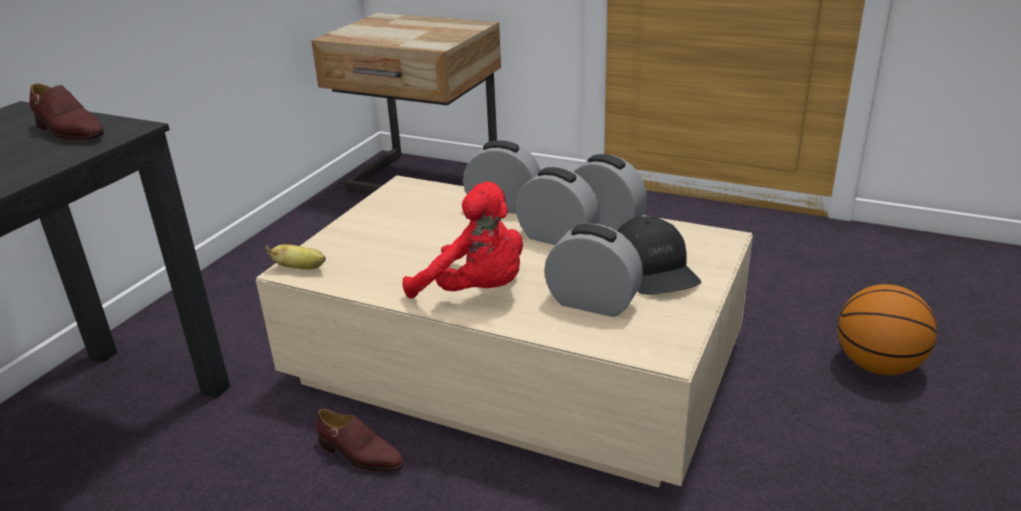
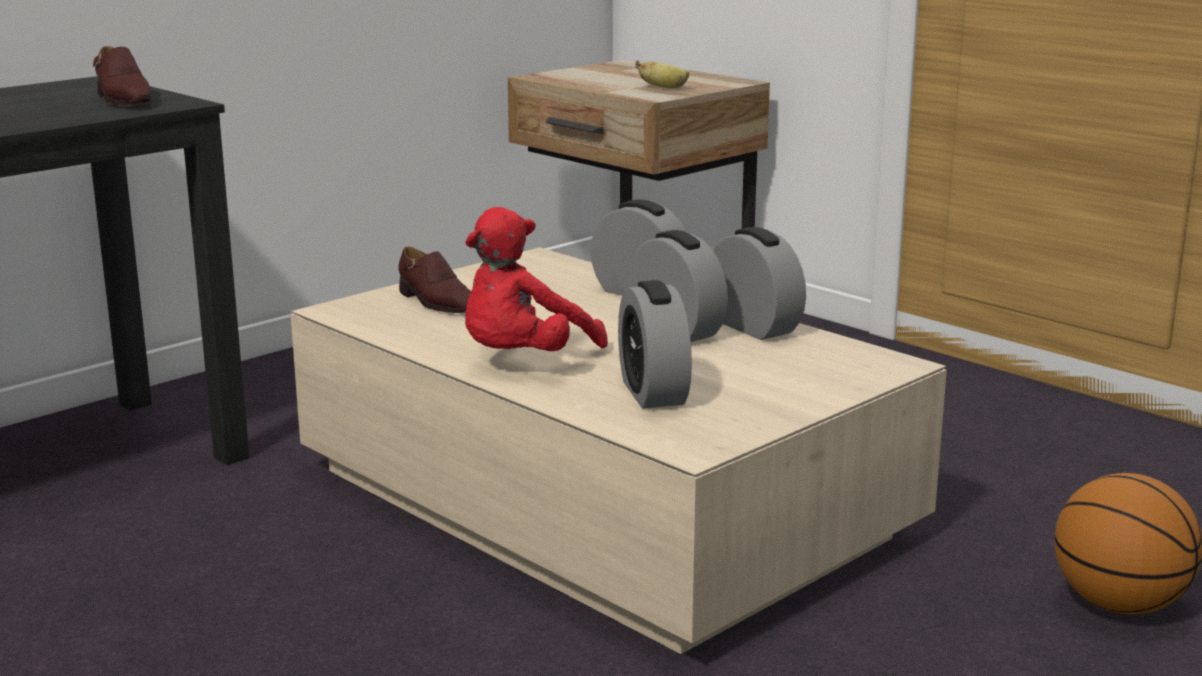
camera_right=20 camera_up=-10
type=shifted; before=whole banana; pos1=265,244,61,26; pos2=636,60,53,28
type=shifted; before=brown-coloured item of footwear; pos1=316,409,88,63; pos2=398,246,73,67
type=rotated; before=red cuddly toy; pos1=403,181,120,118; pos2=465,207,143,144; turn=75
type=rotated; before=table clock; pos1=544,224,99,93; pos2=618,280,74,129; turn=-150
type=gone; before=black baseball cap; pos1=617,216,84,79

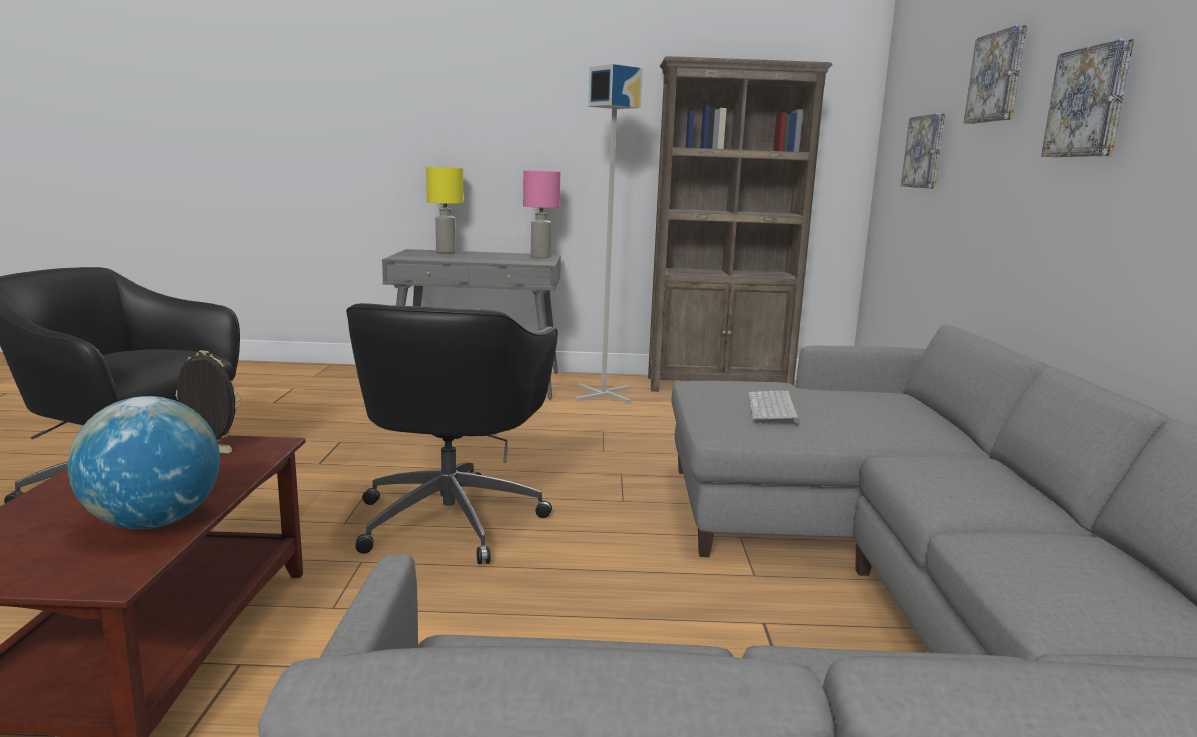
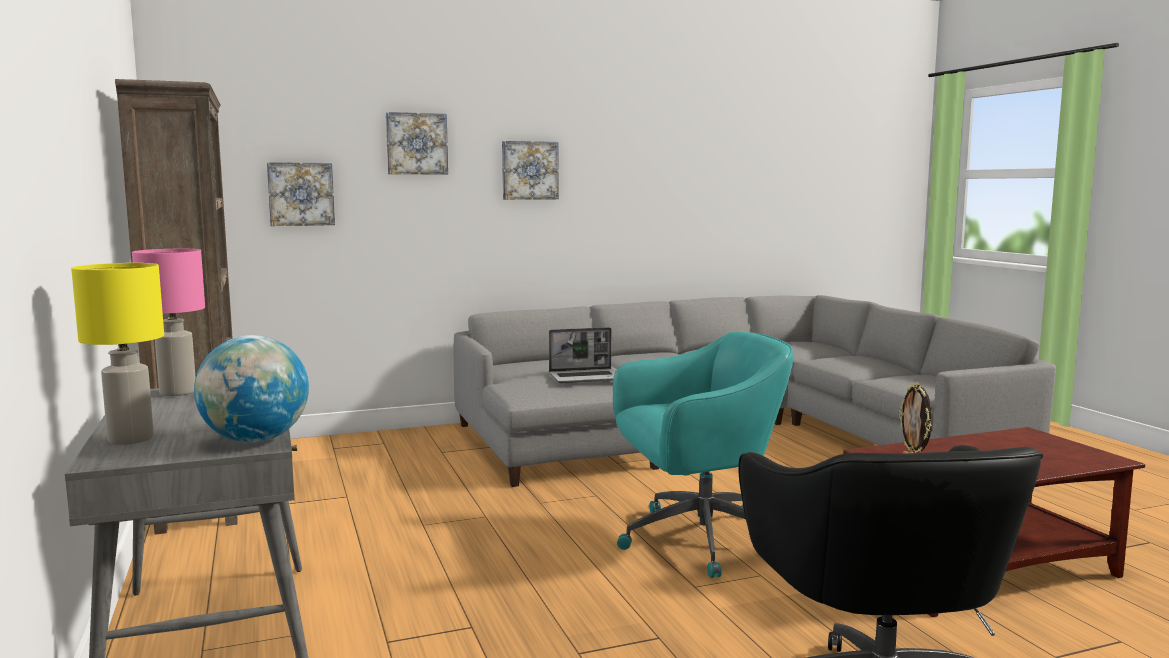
camera_right=-110 camera_up=-5
type=shifted; before=desk globe; pos1=68,396,152,133; pos2=194,335,115,108
type=repainted; before=black office chair; after=turquoise-coloured office chair; pos1=346,303,211,261; pos2=613,332,180,246
type=gone; before=greyish floor lamp; pos1=575,64,68,339
type=swapped; before=PC keyboard; after=notebook computer; pos1=748,391,52,32; pos2=549,327,66,56

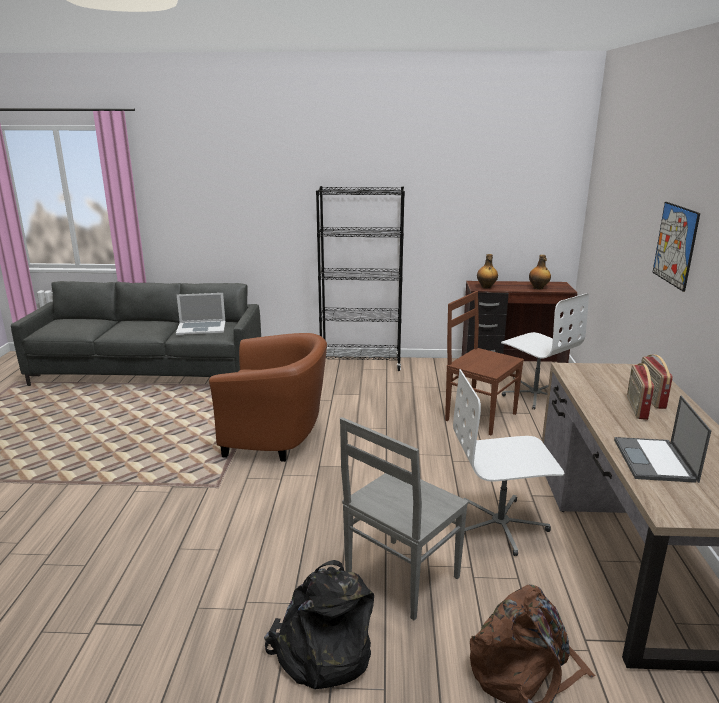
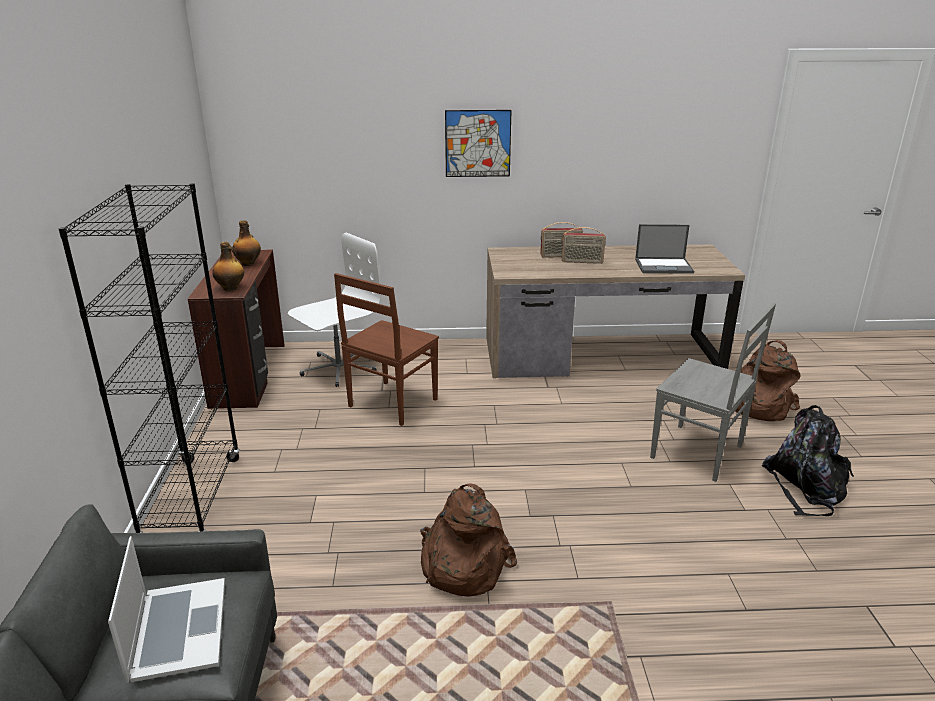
camera_right=-95 camera_up=5
type=swapped; before=brown-coloured lounge chair; after=brown-coloured rucksack; pos1=209,333,118,129; pos2=420,483,97,114
type=gone; before=white office chair; pos1=453,369,111,187

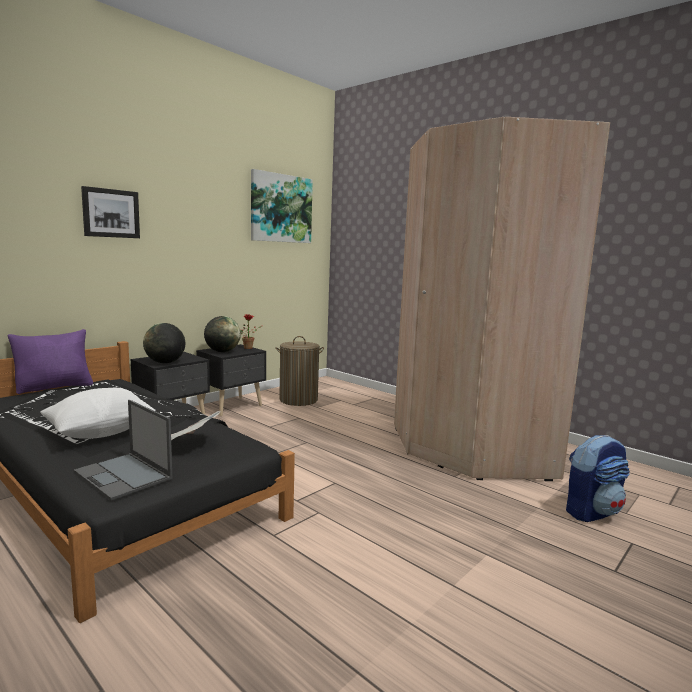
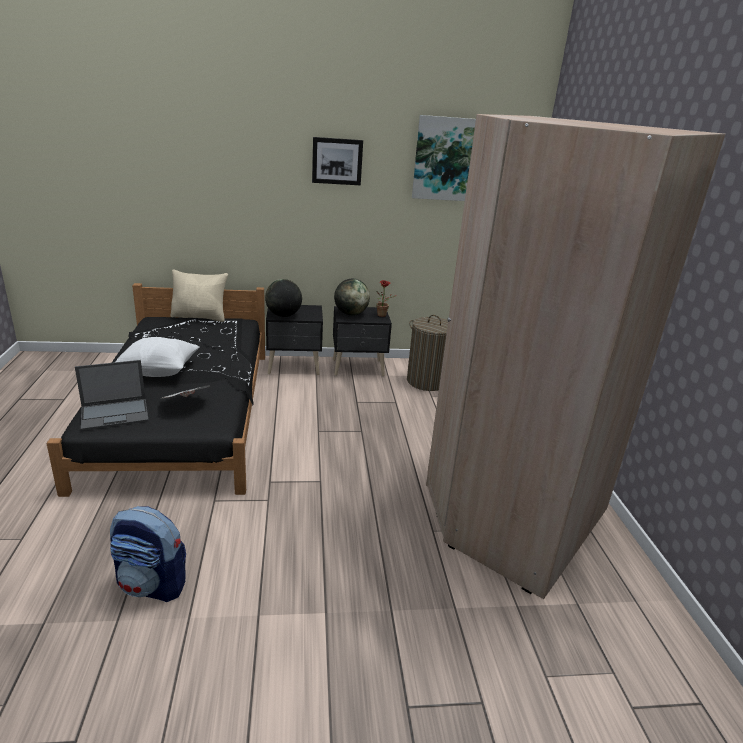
camera_right=40 camera_up=15
type=repainted; before=purple-coloured pillow; after=sand-coloured pillow; pos1=8,329,85,65; pos2=171,269,57,53
type=rotated; before=notebook computer; pos1=74,400,98,101; pos2=75,360,74,70; turn=-105
type=shifted; before=wall art; pos1=81,186,59,52; pos2=312,137,51,48
type=shifted; before=rucksack; pos1=566,435,64,87; pos2=110,506,76,96

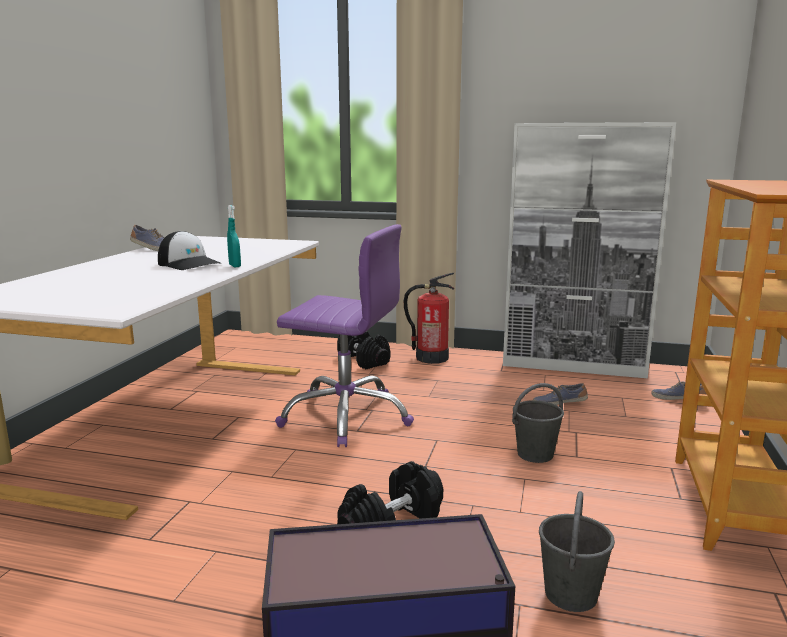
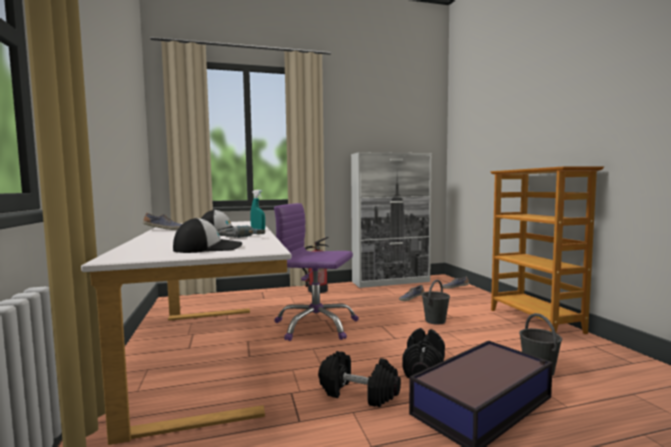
camera_right=-30 camera_up=-10
type=rotated; before=purple-coloured office chair; pos1=275,224,139,223; pos2=274,203,85,138; turn=-150
type=shifted; before=black dumbbell; pos1=337,331,54,38; pos2=318,351,83,56
type=new; after=baseball cap; pos2=173,218,69,35
type=new; after=drill; pos2=218,226,47,12

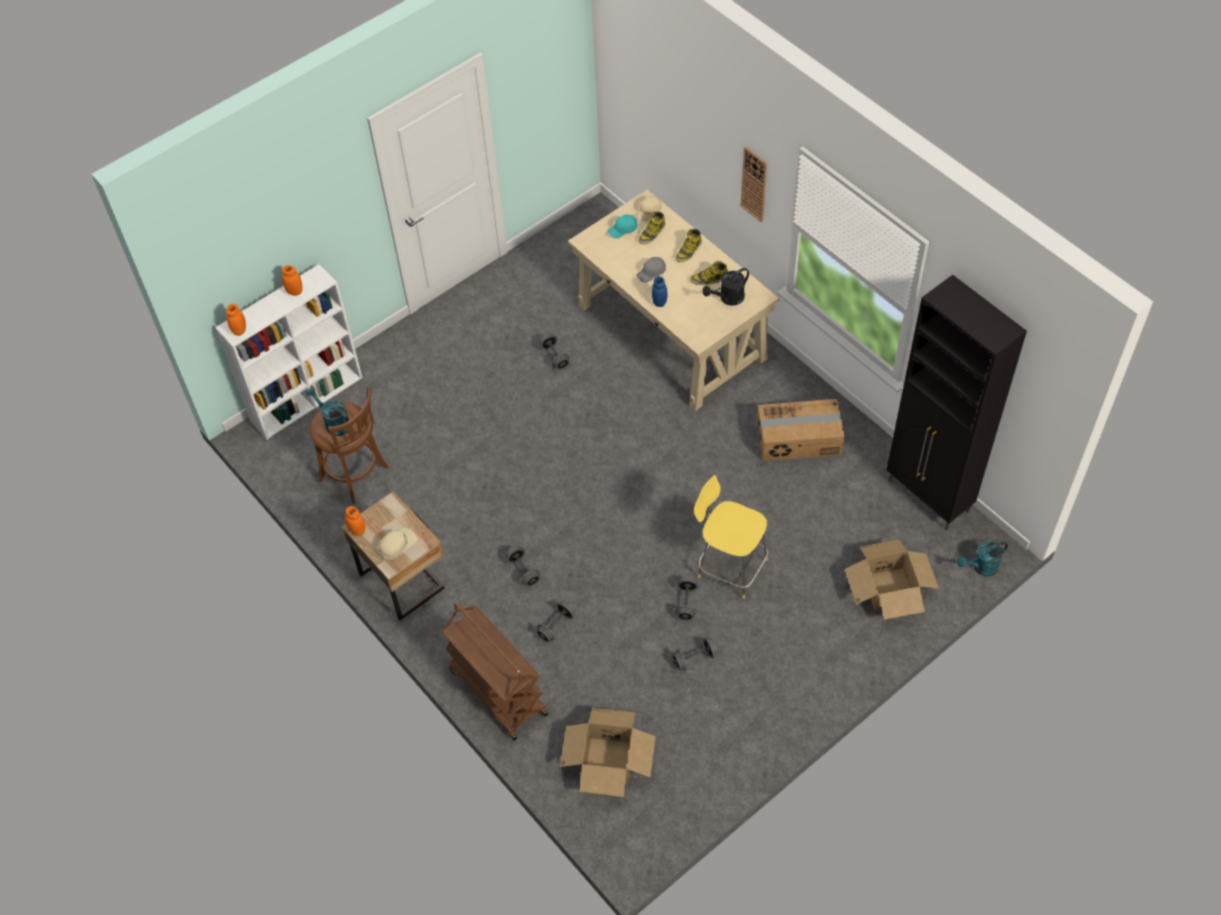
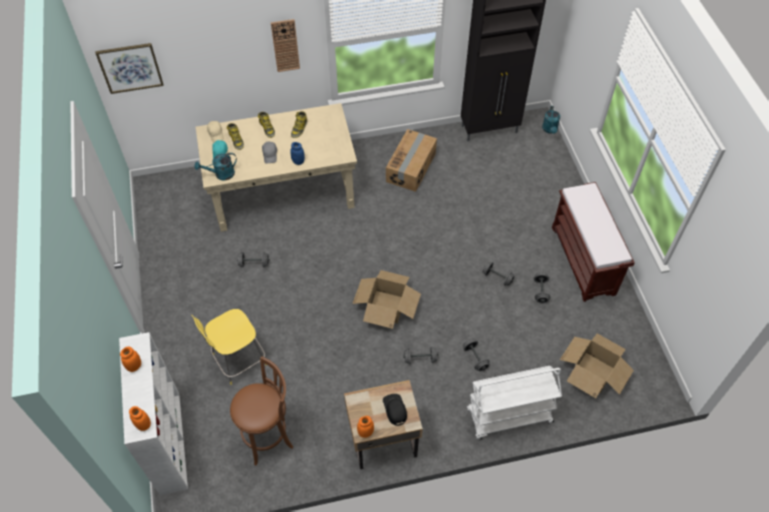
camera_right=-65 camera_up=0
type=shifted; before=turquoise-coloured sprinkling can; pos1=306,387,43,49; pos2=195,153,42,27
type=repainted; before=sand-coloured baseball cap; after=black baseball cap; pos1=379,528,39,32; pos2=383,394,24,32
type=repainted; before=brown-coloured cart; after=white cart; pos1=441,602,107,138; pos2=467,366,95,74
type=shifted; before=yellowish stool seat; pos1=694,475,74,124; pos2=192,309,75,76
type=gone; before=black sprinkling can; pos1=703,268,46,38
type=shifted; before=packing box; pos1=845,539,94,81; pos2=352,270,69,59
type=new; after=wall art; pos2=95,43,69,51
type=new; after=brown-coloured long seat; pos2=552,182,83,120

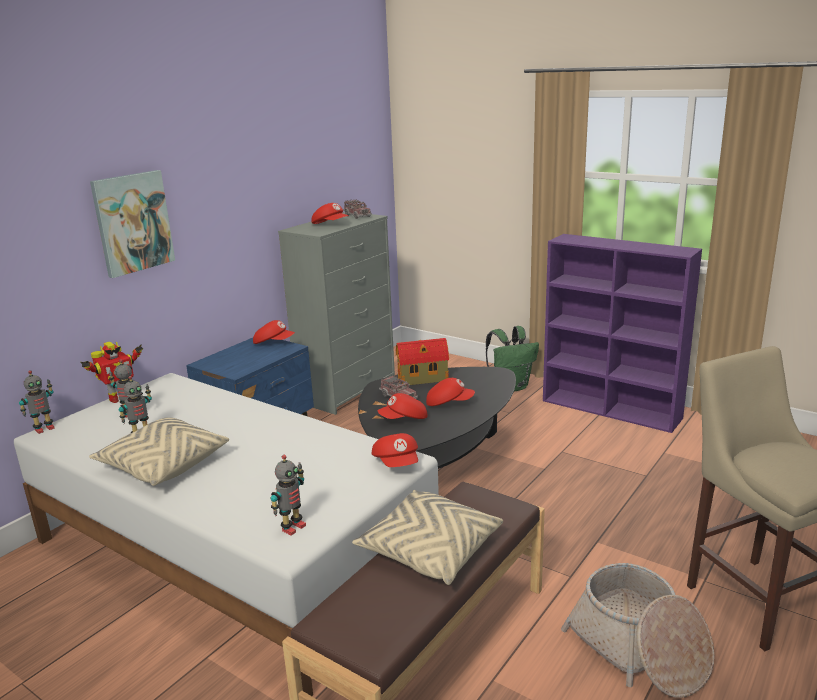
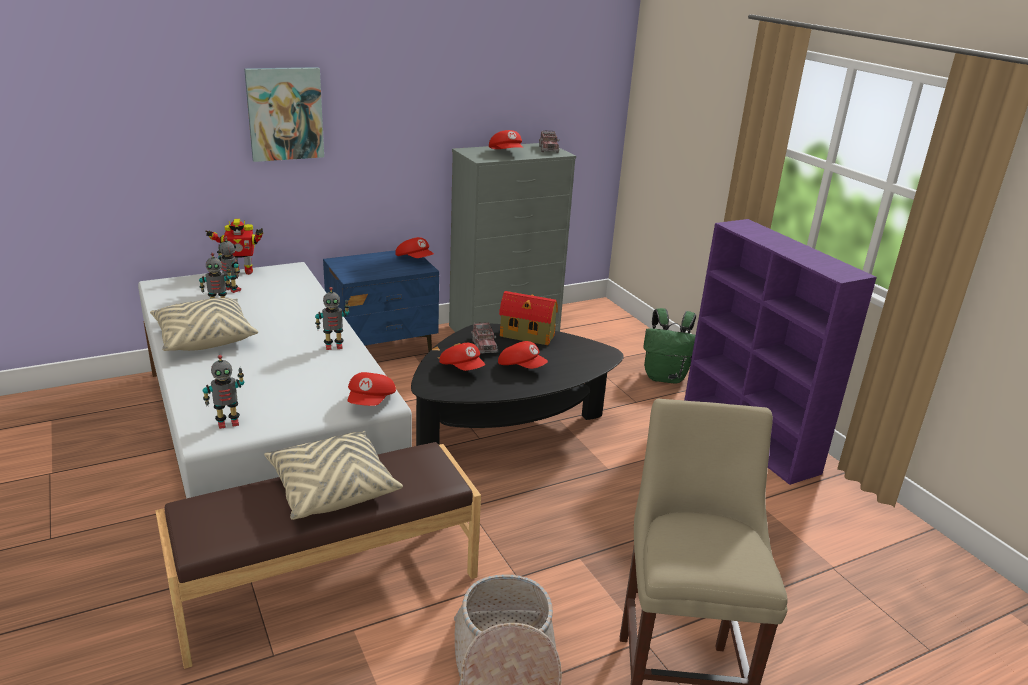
camera_right=25 camera_up=5
type=shifted; before=toy robot; pos1=19,370,36,64; pos2=315,287,34,63
type=rotated; before=red baseball cap; pos1=378,393,50,26; pos2=439,343,46,28; turn=-135

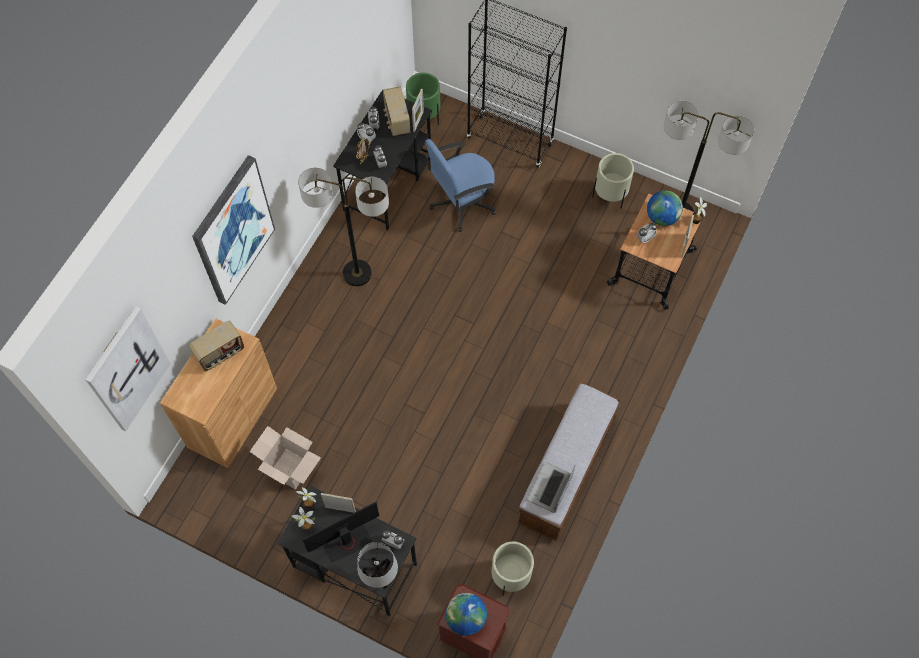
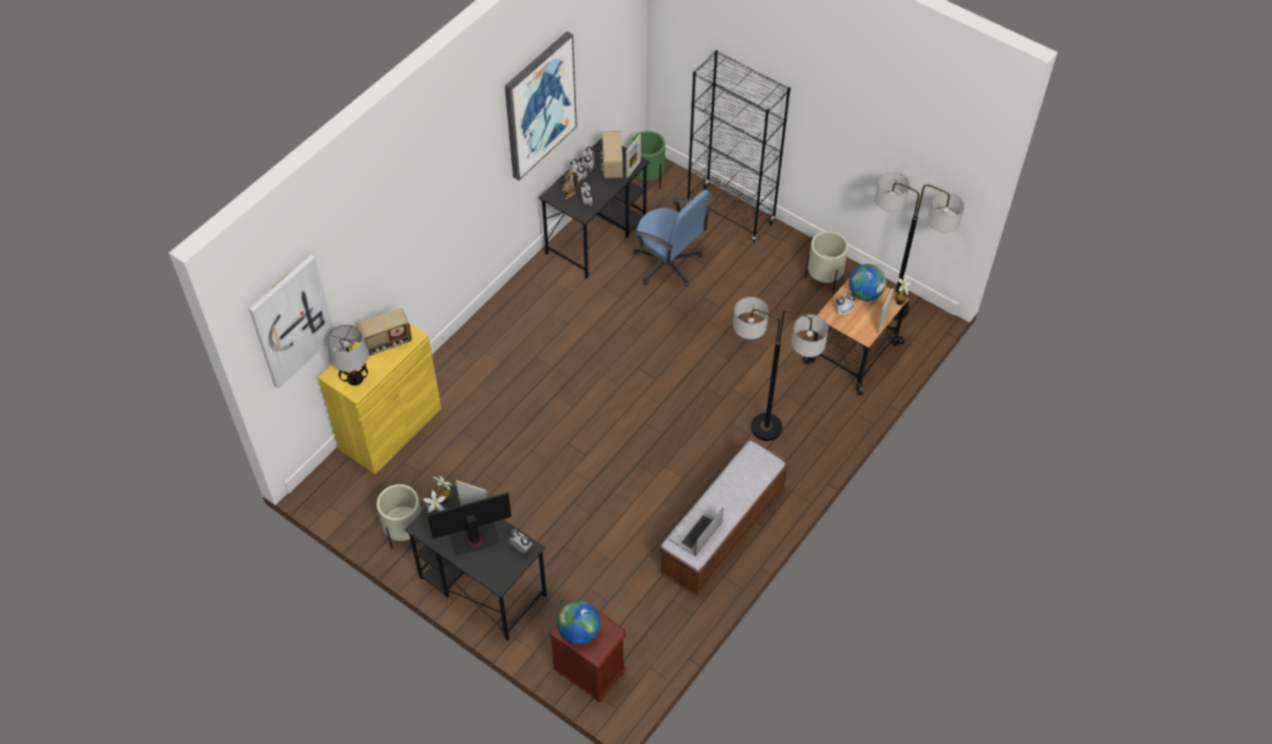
camera_right=10 camera_up=-10
type=repainted; before=brown-coloured storage cabinet; after=yellowish storage cabinet; pos1=160,318,117,150; pos2=318,323,123,151
type=shifted; before=wall art; pos1=192,155,83,150; pos2=505,31,72,149
type=gone; before=packing box; pos1=250,426,71,63
type=shifted; before=floor lamp; pos1=298,168,91,118; pos2=733,297,95,144
type=shifted; before=lamp for a table; pos1=357,542,41,47; pos2=327,325,42,61
type=rotated; before=blue-coloured office chair; pos1=425,139,71,93; pos2=633,190,77,97; turn=-120
type=shifted; before=sand-coloured plant pot; pos1=492,541,42,55; pos2=377,484,44,65

